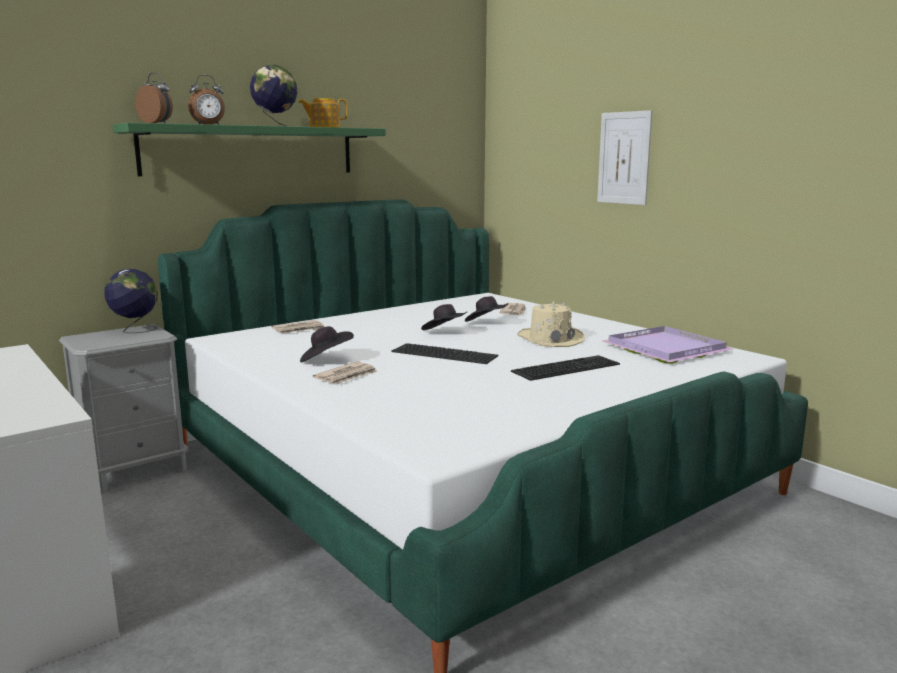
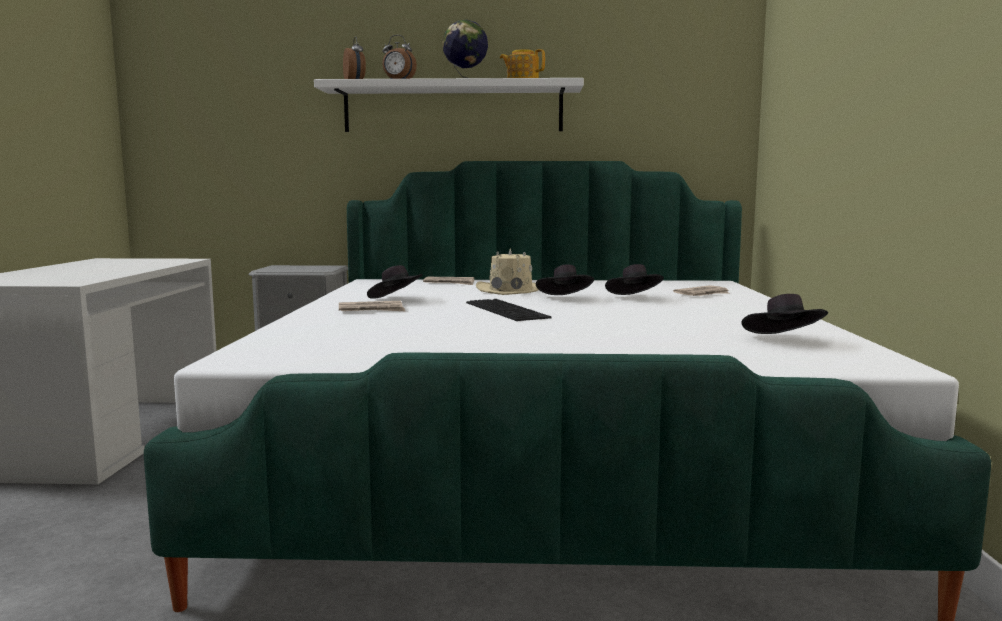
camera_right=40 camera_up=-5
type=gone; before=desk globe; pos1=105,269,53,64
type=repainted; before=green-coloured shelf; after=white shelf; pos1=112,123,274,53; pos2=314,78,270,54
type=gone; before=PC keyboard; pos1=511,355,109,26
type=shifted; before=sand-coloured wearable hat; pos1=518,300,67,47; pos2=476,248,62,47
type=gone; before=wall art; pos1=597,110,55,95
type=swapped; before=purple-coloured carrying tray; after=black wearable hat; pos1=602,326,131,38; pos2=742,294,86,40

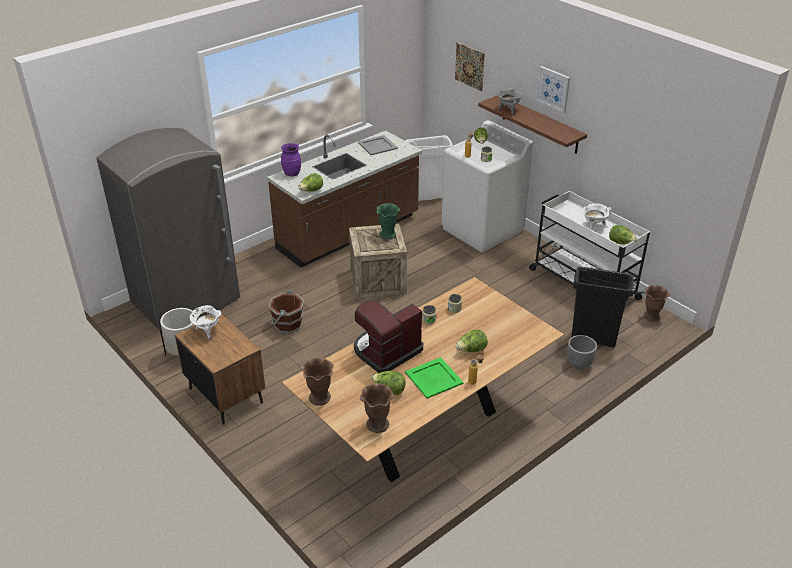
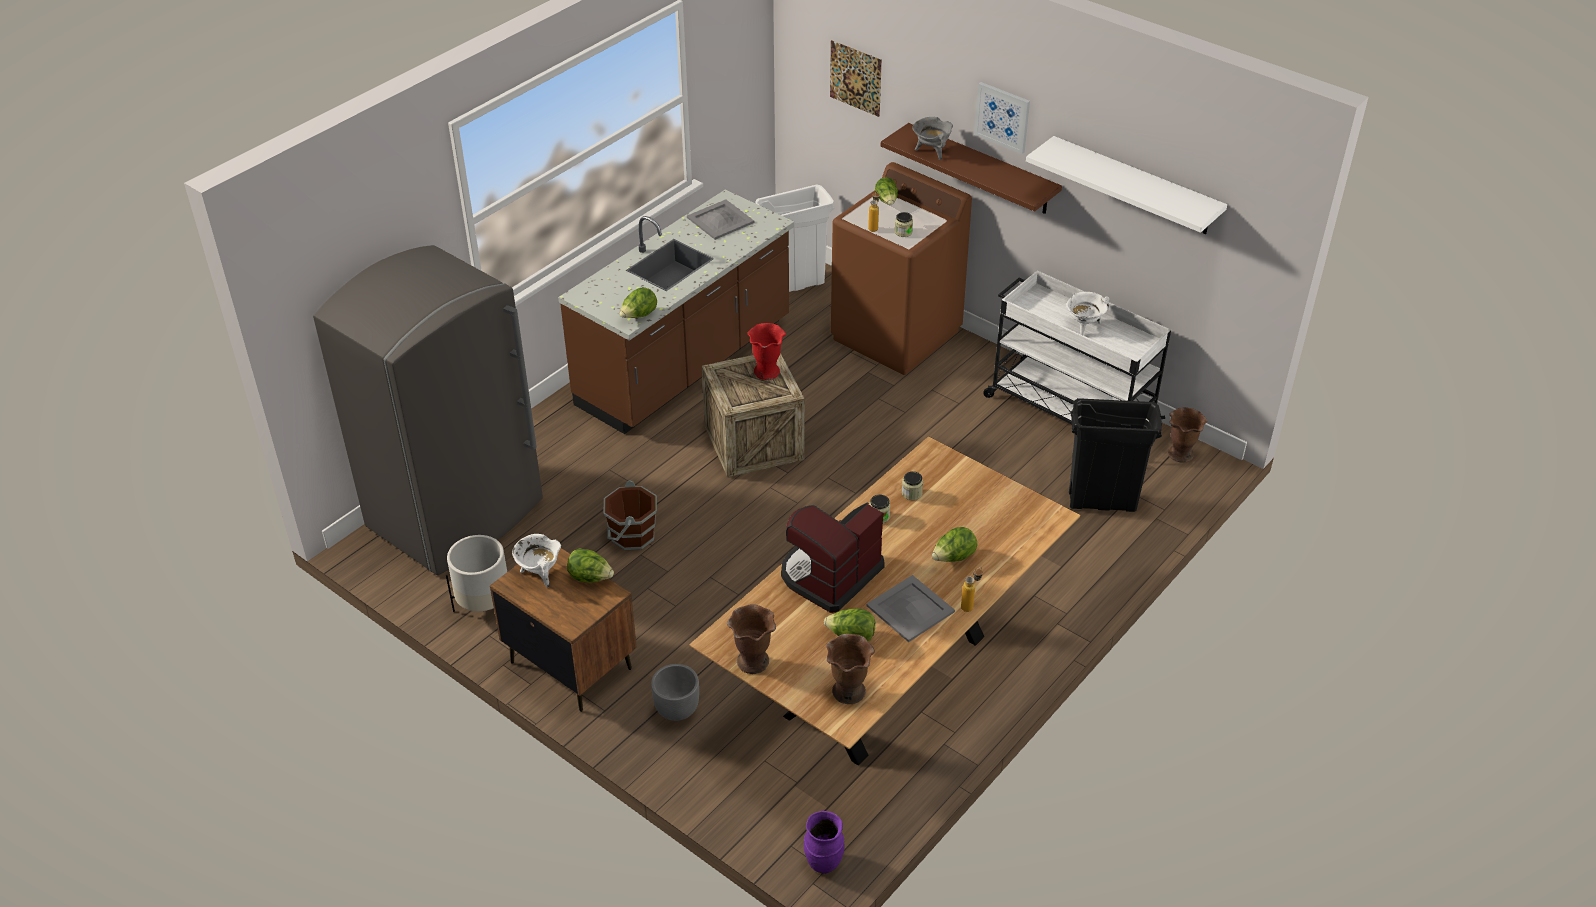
camera_right=-10 camera_up=5
type=shifted; before=purple-coloured flower vase; pos1=281,143,20,34; pos2=804,811,41,63
type=repainted; before=green-coloured flower vase; after=red flower vase; pos1=376,203,24,36; pos2=747,323,39,57
type=repainted; before=green-coloured carrying tray; after=greyish carrying tray; pos1=405,357,59,42; pos2=866,575,89,67
type=repainted; before=white laundry machine; after=brown-coloured laundry machine; pos1=442,120,91,133; pos2=831,162,141,213
type=shifted; before=greyish plant pot; pos1=567,335,30,35; pos2=651,664,48,57
type=shifted; before=lettuce; pos1=609,225,28,19; pos2=567,548,47,35
type=new; after=white shelf; pos2=1026,136,201,98

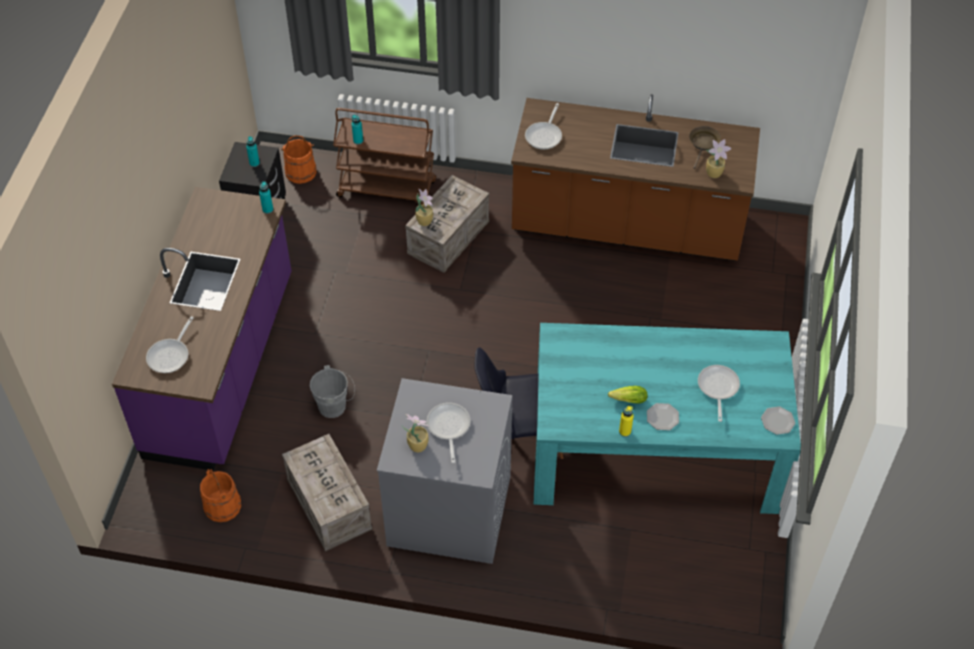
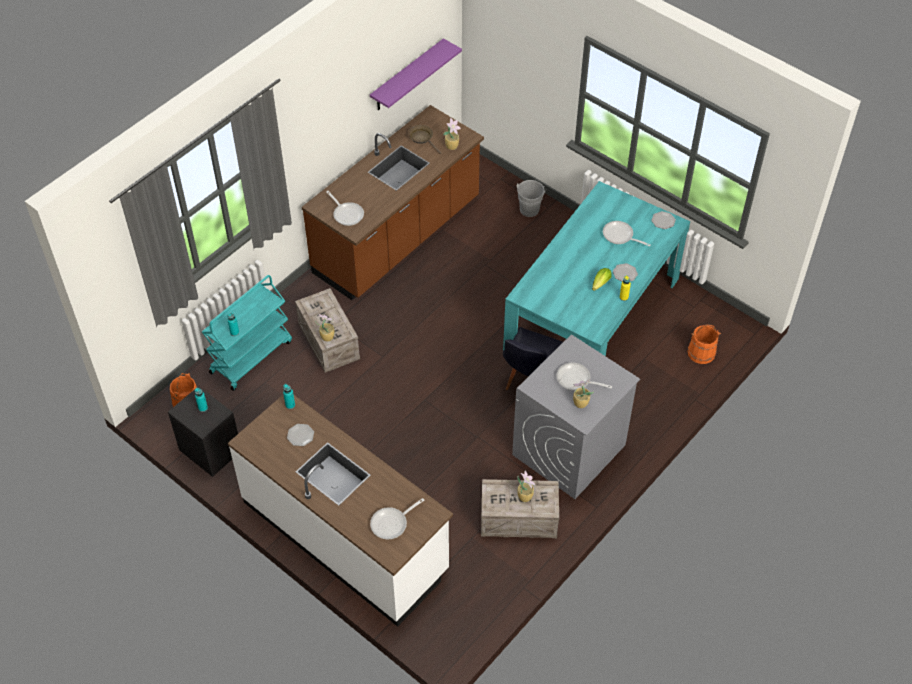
camera_right=-60 camera_up=0
type=repainted; before=purple-coloured kitchen counter; after=white kitchen counter; pos1=112,187,180,284; pos2=228,394,225,233
type=rotated; before=skillet; pos1=146,316,48,57; pos2=370,498,54,41; turn=90
type=shifted; before=orange-coloured pail; pos1=200,469,41,53; pos2=688,324,33,40
type=shifted; before=greyish pail; pos1=310,365,45,53; pos2=517,180,29,37
type=repainted; before=brown-coloured cart; after=turquoise-coloured cart; pos1=333,108,103,97; pos2=202,275,90,116
type=new; after=dinner plate; pos2=287,424,27,22
type=new; after=purple-coloured shelf; pos2=370,38,92,72
type=new; after=houseplant; pos2=517,471,19,31

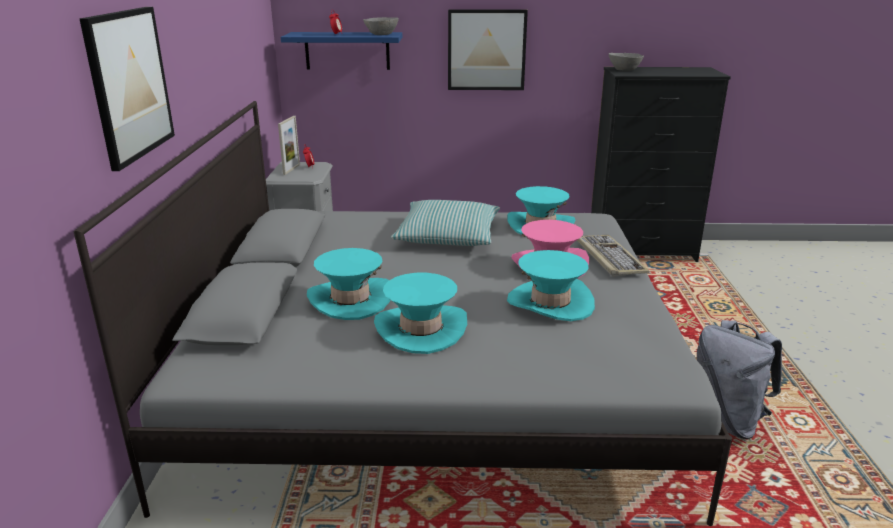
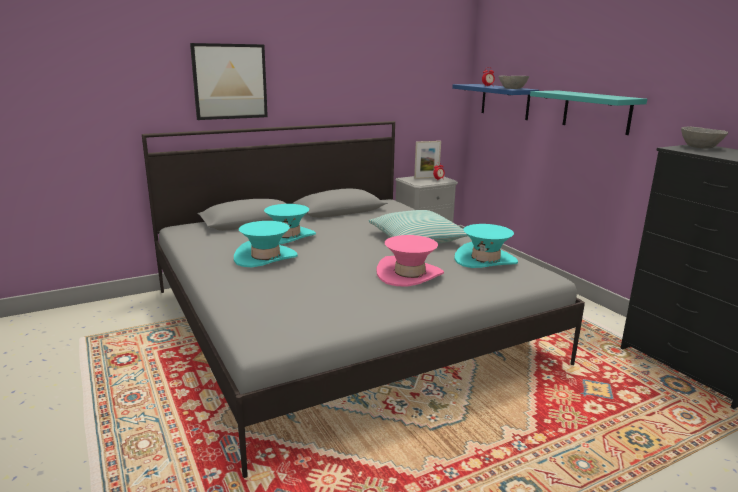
camera_right=60 camera_up=-5
type=swapped; before=wall art; after=turquoise-coloured shelf; pos1=448,9,80,81; pos2=530,91,117,44
type=gone; before=turquoise-coloured wearable hat; pos1=507,250,88,71
type=gone; before=PC keyboard; pos1=577,235,72,42
type=gone; before=greyish rucksack; pos1=697,320,85,119

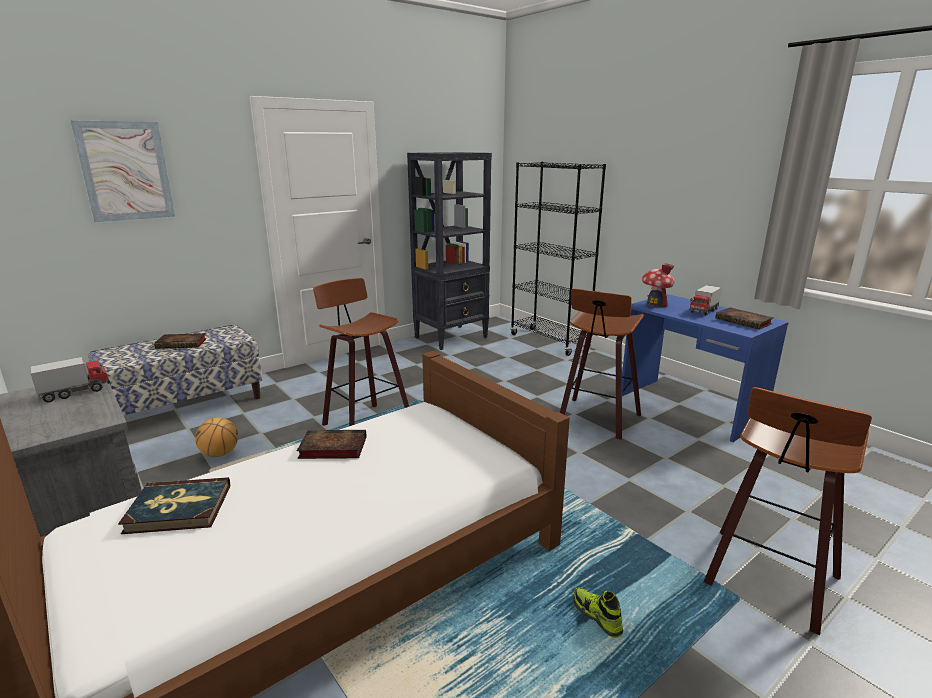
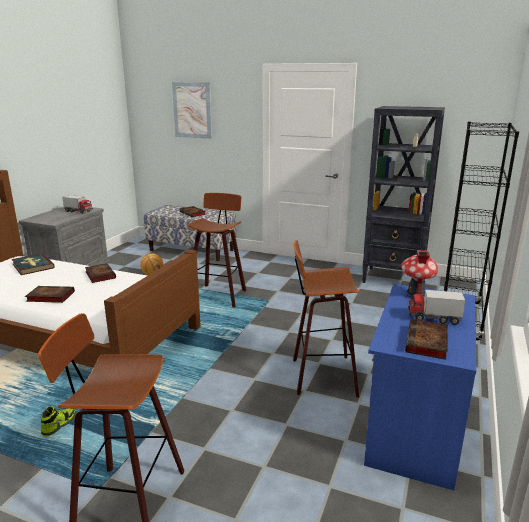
camera_right=60 camera_up=0
type=new; after=book; pos2=25,286,50,17

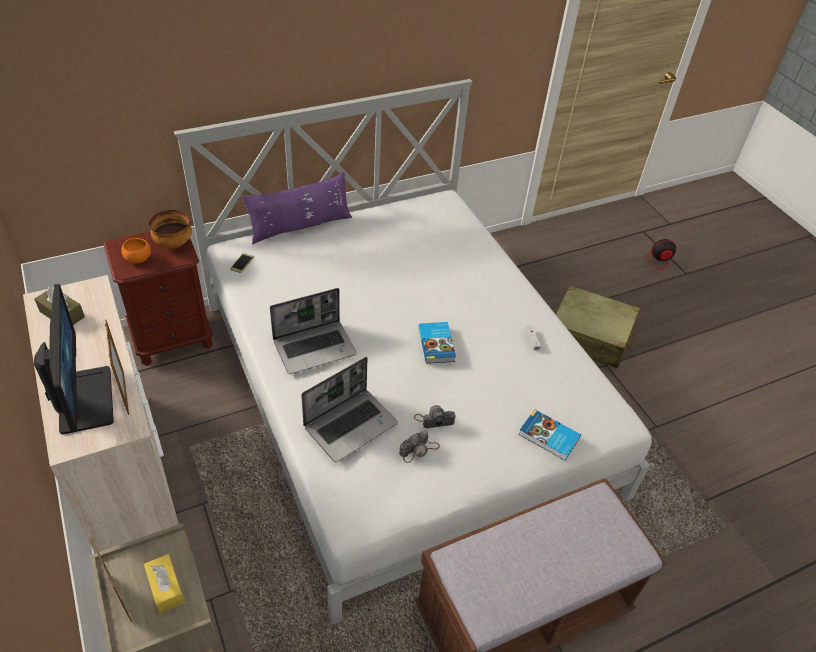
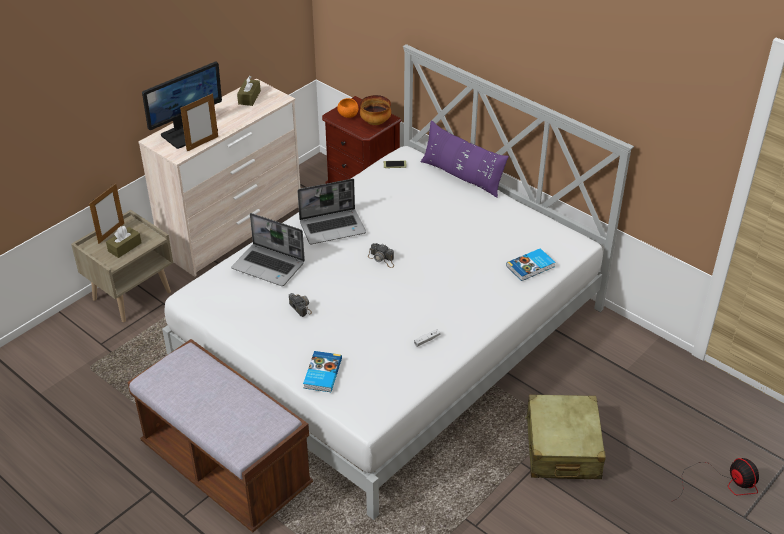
camera_right=70 camera_up=-5
type=repainted; before=yellowish tissue box; after=brown-coloured tissue box; pos1=144,554,41,59; pos2=106,226,36,32
type=rotated; before=notebook computer; pos1=270,288,87,86; pos2=297,179,69,65; turn=-60
type=shifted; before=still camera; pos1=399,430,41,33; pos2=368,243,26,25
type=shifted; before=book; pos1=419,322,37,42; pos2=506,248,50,33

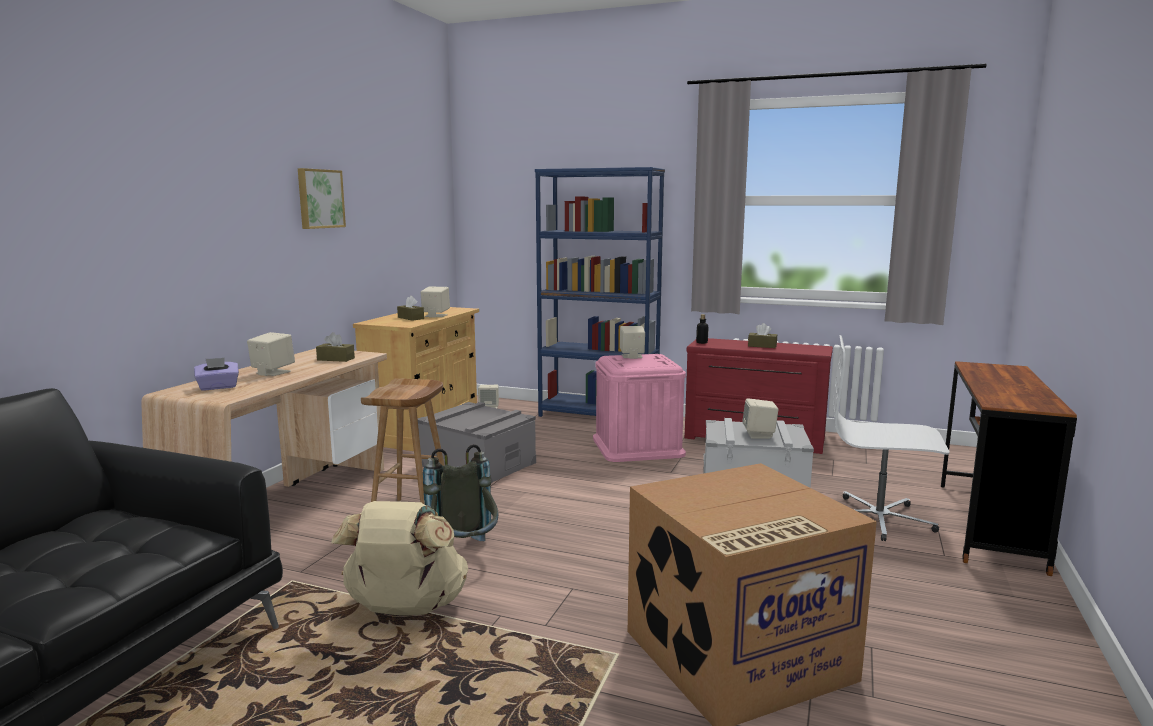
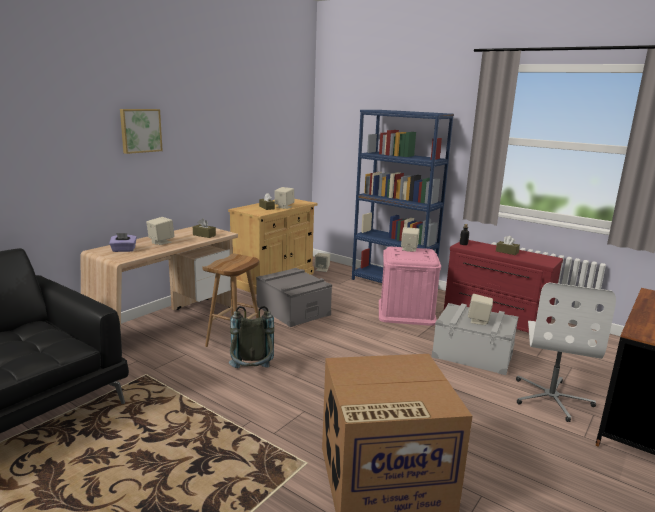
camera_right=15 camera_up=5
type=shifted; before=wall art; pos1=298,168,48,61; pos2=120,109,43,45
type=gone; before=sand-coloured rucksack; pos1=331,501,137,115
type=rotated; before=white office chair; pos1=833,335,117,206; pos2=516,282,100,140; turn=-105

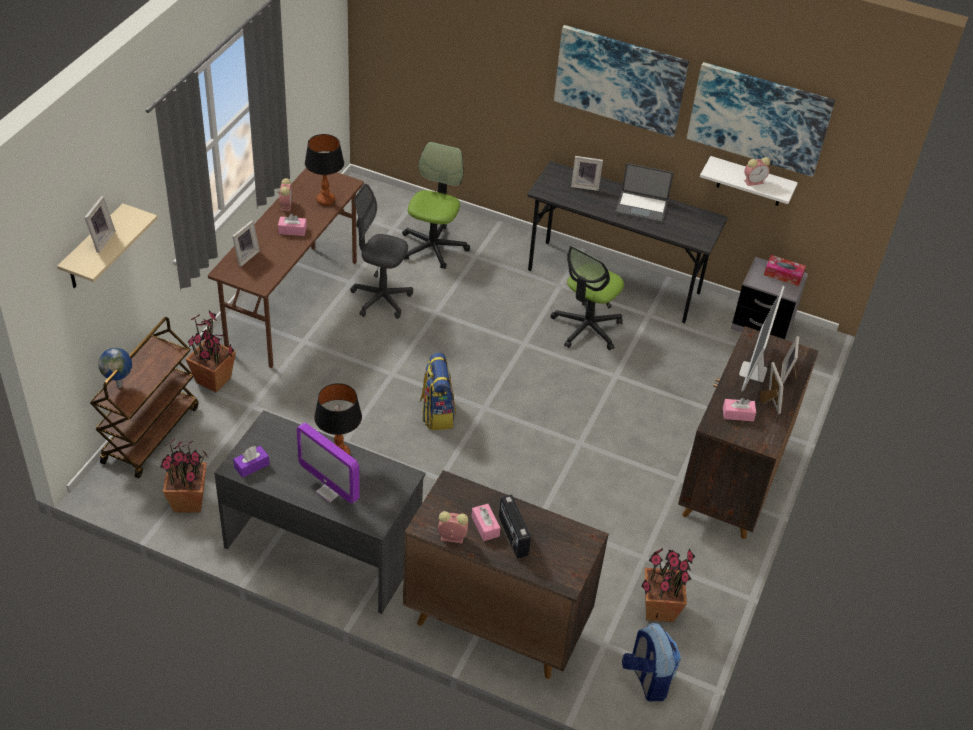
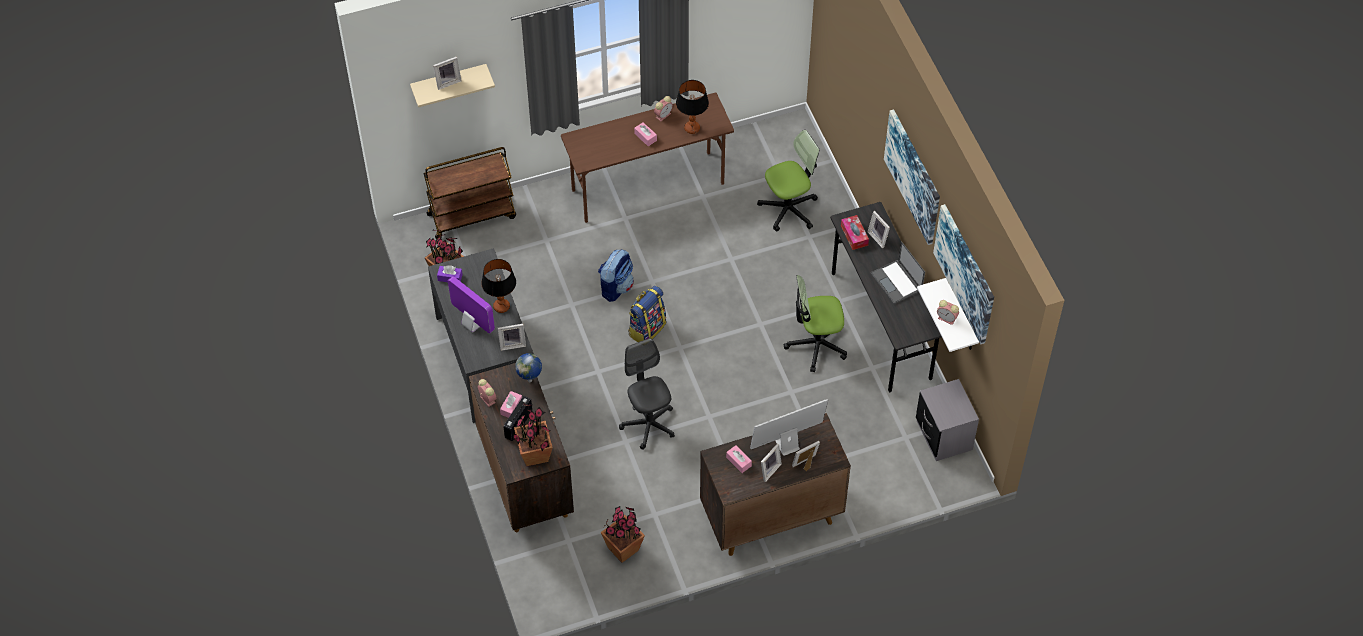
camera_right=50 camera_up=10
type=shifted; before=desk globe; pos1=98,348,34,40; pos2=515,353,27,29
type=shifted; before=houseplant; pos1=185,311,51,81; pos2=513,404,40,62
type=shifted; before=standing frame; pos1=232,220,28,47; pos2=498,324,28,27
type=rotated; before=monitor; pos1=296,423,64,81; pos2=448,276,47,57; turn=135
type=shifted; before=greyish office chair; pos1=350,184,63,135; pos2=619,338,56,112
type=shifted; before=rucksack; pos1=622,623,59,78; pos2=598,249,36,53
type=shifted; before=tissue box; pos1=764,255,42,31; pos2=841,215,28,35

